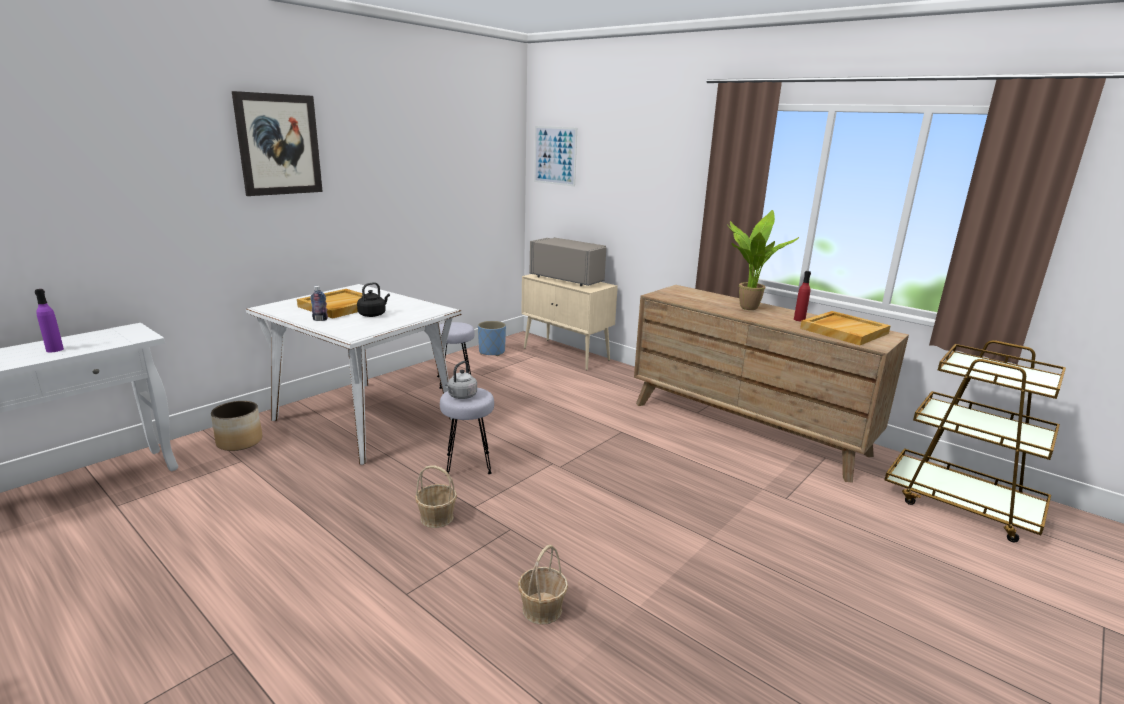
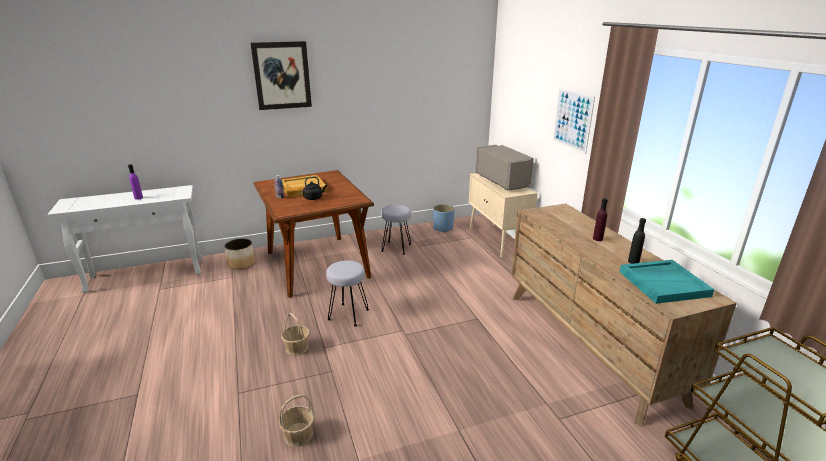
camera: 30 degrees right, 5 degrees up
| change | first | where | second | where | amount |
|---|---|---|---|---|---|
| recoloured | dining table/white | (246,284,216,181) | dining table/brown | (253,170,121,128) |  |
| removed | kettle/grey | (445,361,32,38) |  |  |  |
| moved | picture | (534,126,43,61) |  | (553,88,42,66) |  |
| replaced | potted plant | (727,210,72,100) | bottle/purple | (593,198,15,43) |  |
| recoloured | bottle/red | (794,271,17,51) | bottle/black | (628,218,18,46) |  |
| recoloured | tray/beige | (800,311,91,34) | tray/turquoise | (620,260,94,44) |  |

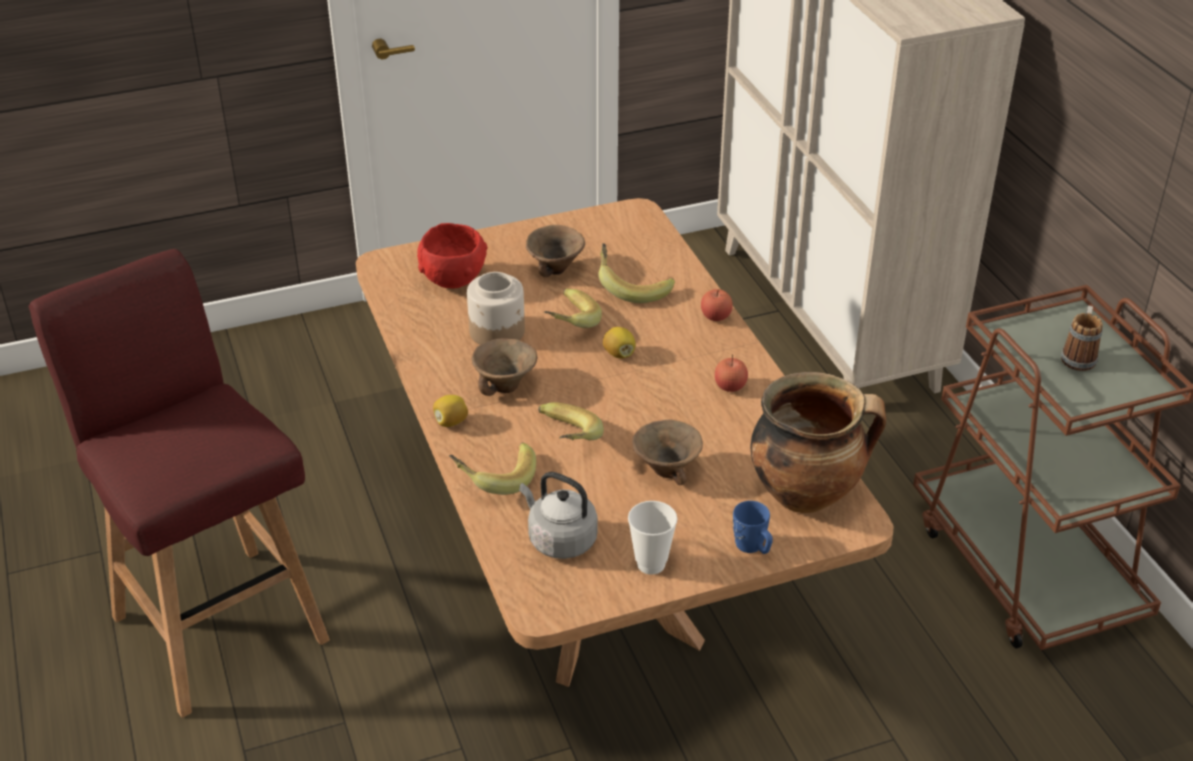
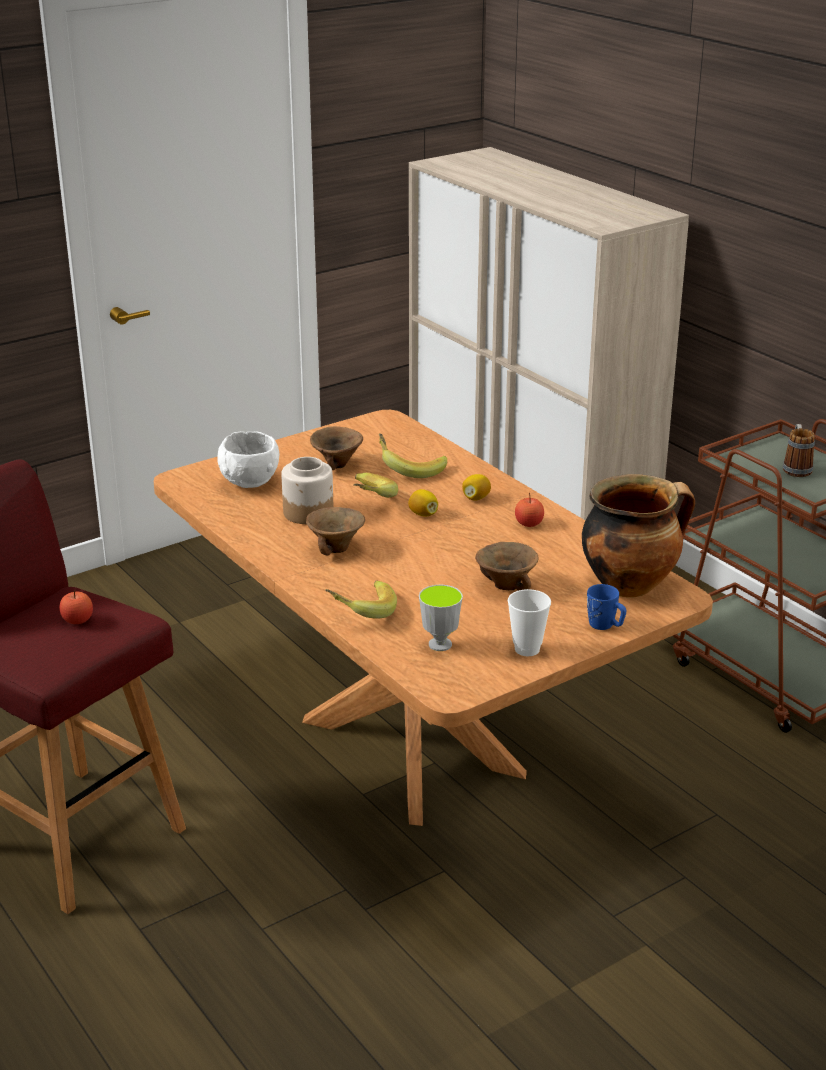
camera: 15 degrees left, 10 degrees down
| change | first | where | second | where | amount |
|---|---|---|---|---|---|
| recoloured | bowl/red | (417,223,70,65) | bowl/white | (217,432,63,56) |  |
| moved | lemon | (433,395,35,32) |  | (462,474,29,27) |  |
| replaced | kettle/grey | (519,472,79,87) | cup | (419,585,44,66) |  |
| removed | banana | (538,402,66,38) |  |  |  |
| moved | apple | (701,289,32,32) |  | (59,590,34,34) |  |

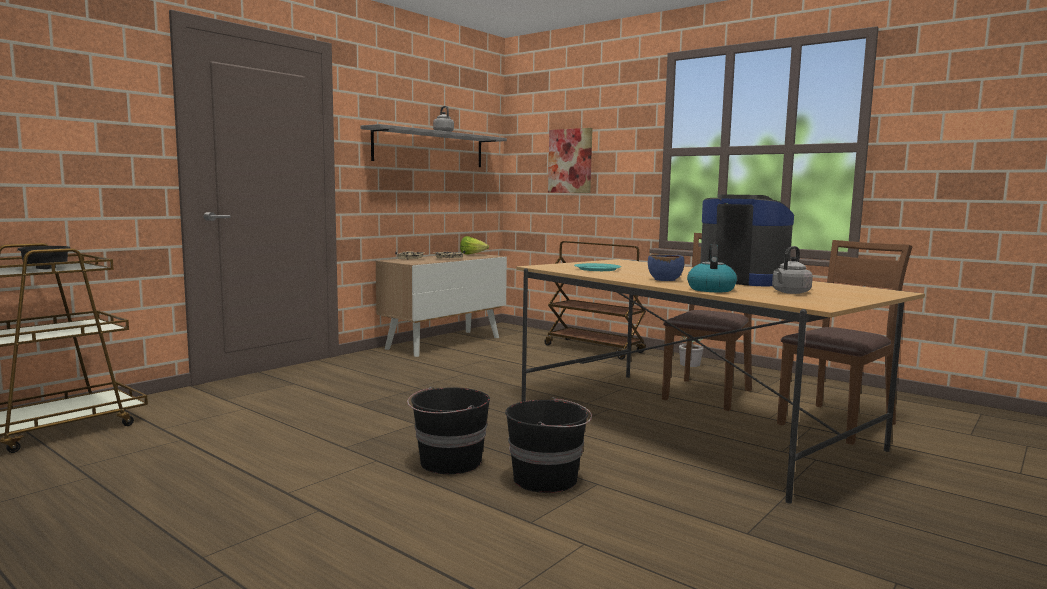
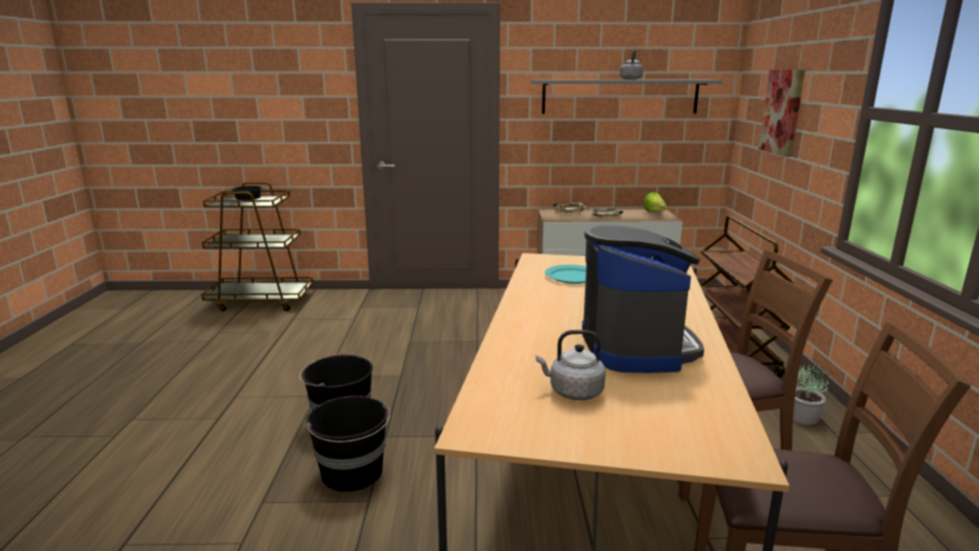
camera: 50 degrees right, 10 degrees up
| change | first | where | second | where | amount |
|---|---|---|---|---|---|
| removed | bowl/blue | (648,254,36,27) |  |  |  |
| removed | kettle | (687,244,50,48) |  |  |  |

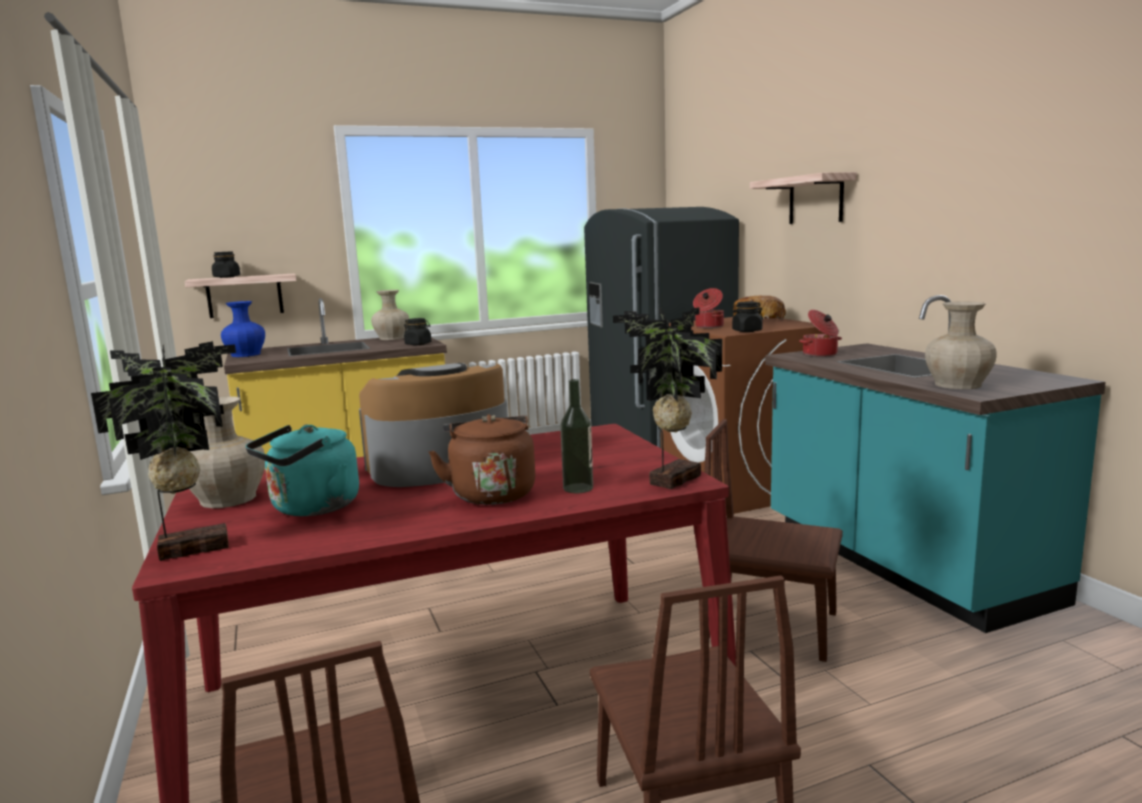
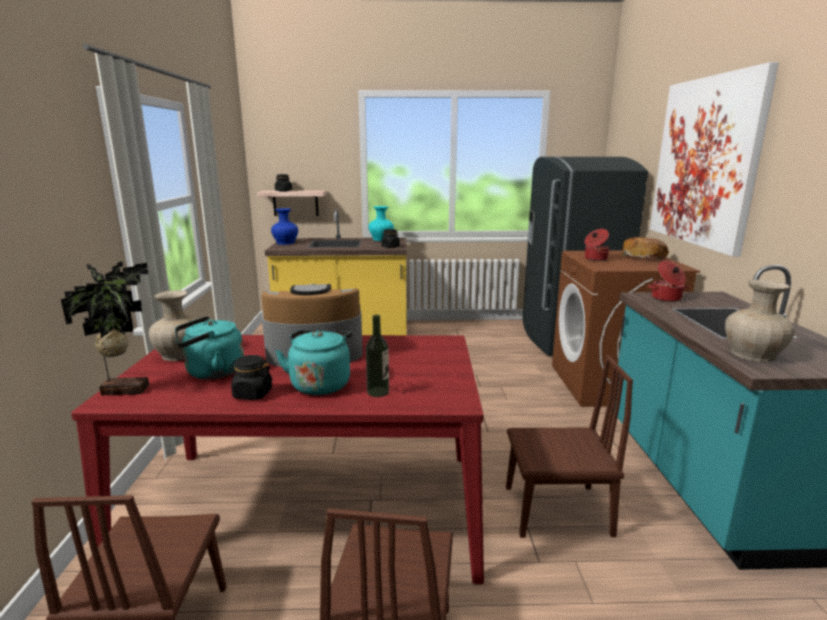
camera: 20 degrees right, 5 degrees up
| change | first | where | second | where | amount |
|---|---|---|---|---|---|
| recoloured | vase/beige | (371,290,38,50) | vase/turquoise | (369,206,25,35) |  |
| recoloured | kettle/brown | (428,414,107,91) | kettle/turquoise | (275,330,77,65) |  |
| removed | potted plant | (613,308,109,181) |  |  |  |
| turned | chair/brown | (704,419,139,243) |  | (506,355,127,183) | 135 degrees clockwise |
| moved | jar/black | (731,301,32,31) |  | (228,355,45,45) |  |
| replaced | shelf | (750,172,107,52) | picture | (650,62,129,195) |  |

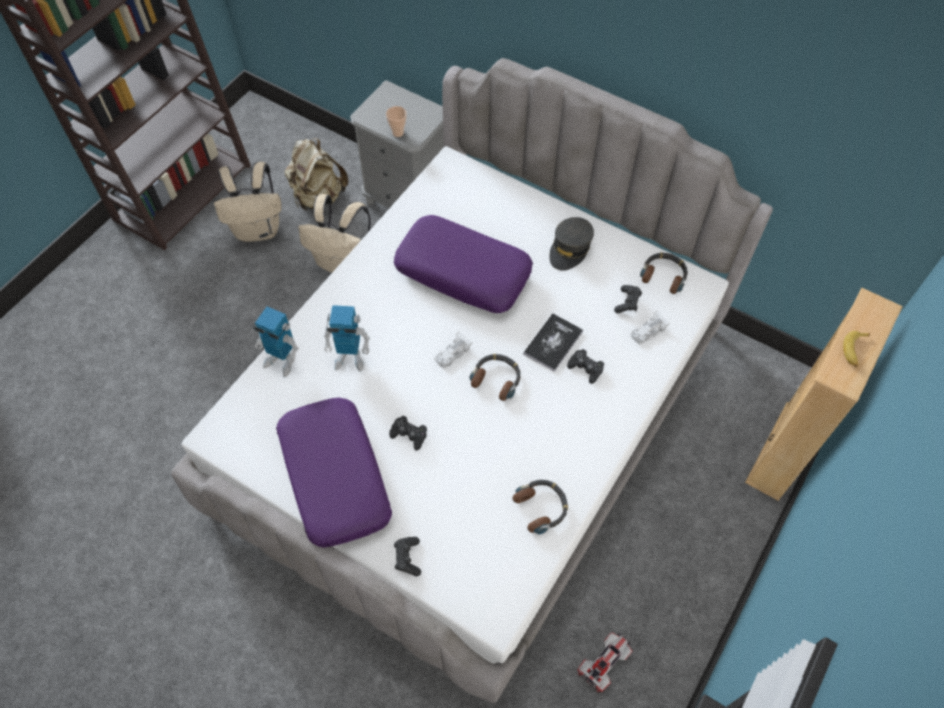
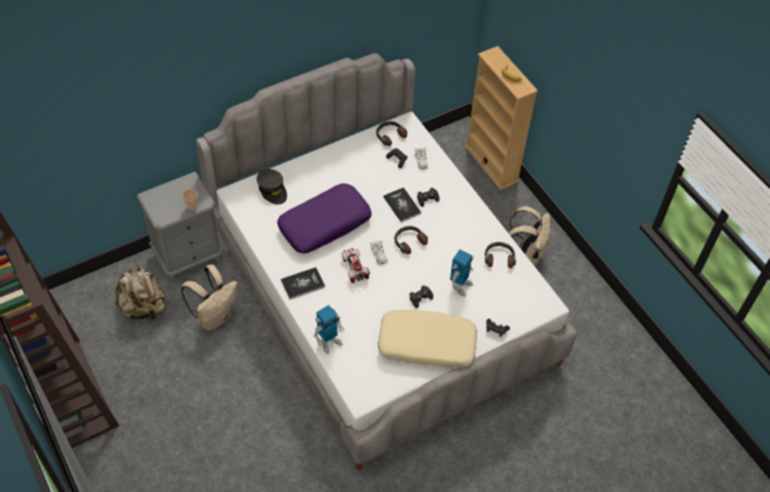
camera: 65 degrees left, 5 degrees down
| change | first | where | second | where | amount |
|---|---|---|---|---|---|
| moved | backpack/beige | (214,162,68,80) |  | (508,206,43,61) |  |
| recoloured | pillow/purple | (276,398,116,150) | pillow/beige | (378,310,99,57) |  |
| moved | toy robot | (324,305,46,67) |  | (450,249,23,48) |  |
| moved | cap/grey | (549,217,45,54) |  | (257,169,30,36) |  |
| moved | toy car | (578,632,54,61) |  | (341,248,29,35) |  |
| added |  |  | book | (281,267,44,32) |  |

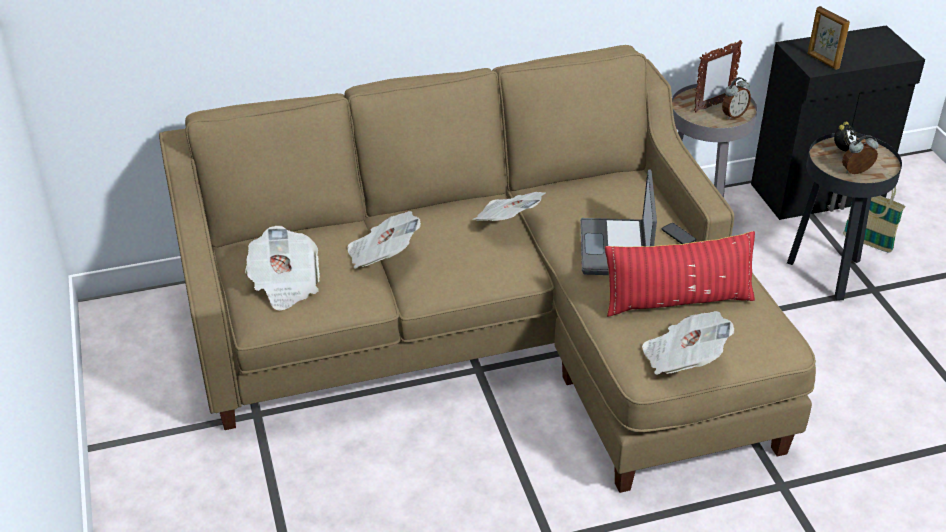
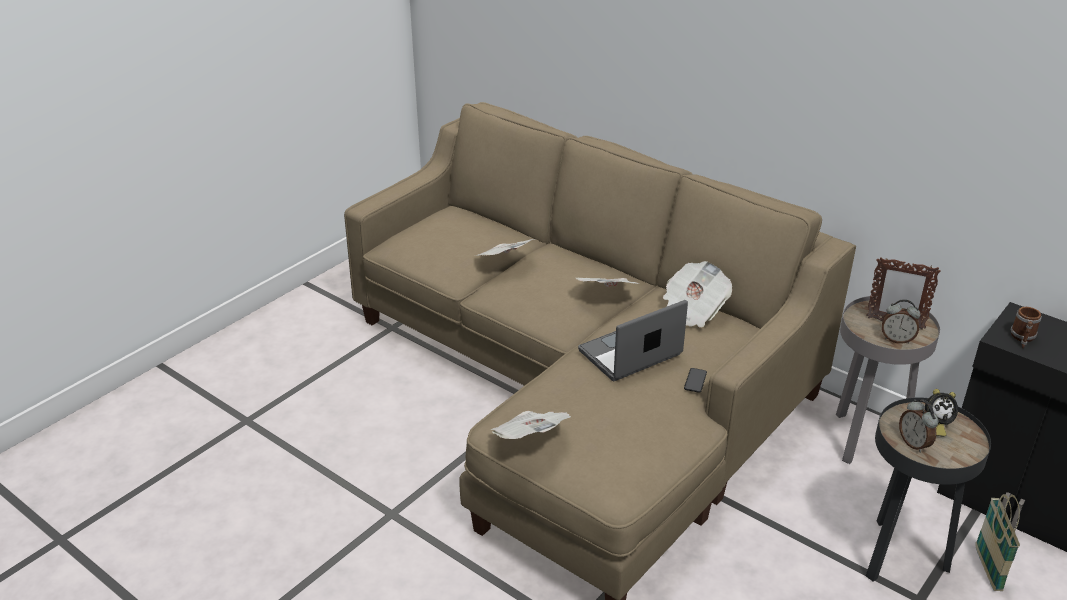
camera: 55 degrees right, 5 degrees down
| change | first | where | second | where | amount |
|---|---|---|---|---|---|
| moved | newspaper | (245,226,75,85) |  | (663,261,69,66) |  |
| removed | pillow/red | (605,231,150,86) |  |  |  |
| replaced | picture frame | (807,6,43,64) | mug | (1011,307,31,41) |  |
| turned | alarm clock | (842,135,37,39) |  | (899,400,40,53) | 150 degrees counterclockwise |

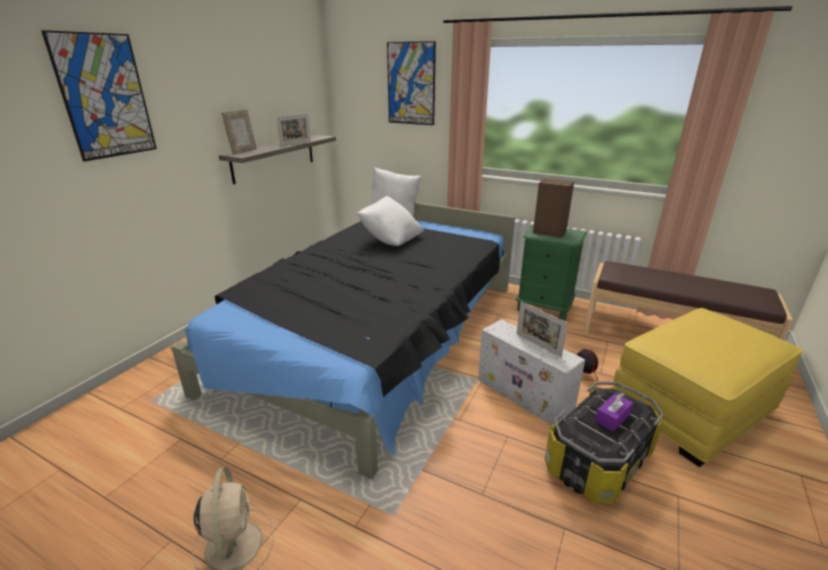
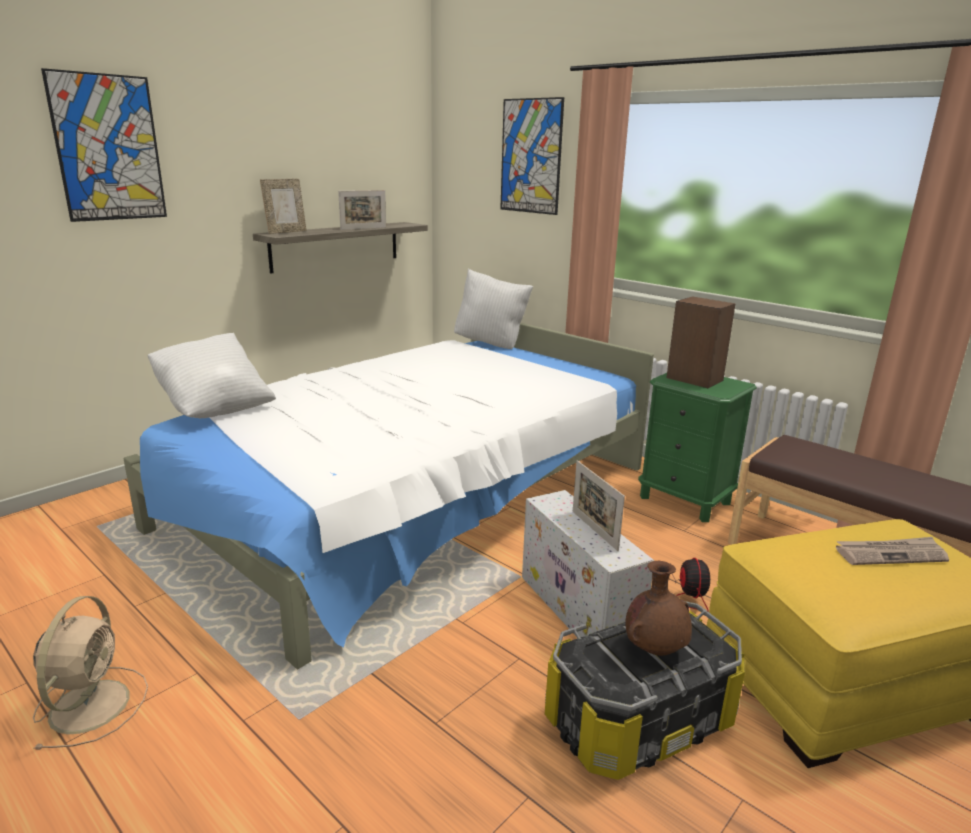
camera: 15 degrees right, 5 degrees down
| change | first | where | second | where | amount |
|---|---|---|---|---|---|
| recoloured | bed/black | (171,202,344,277) | bed/white | (124,323,530,346) |  |
| moved | pillow/white | (357,196,67,50) |  | (147,333,129,85) |  |
| replaced | tissue box/purple | (595,393,38,39) | vase/brown | (625,561,67,95) |  |
| added |  |  | newspaper | (836,537,113,28) |  |

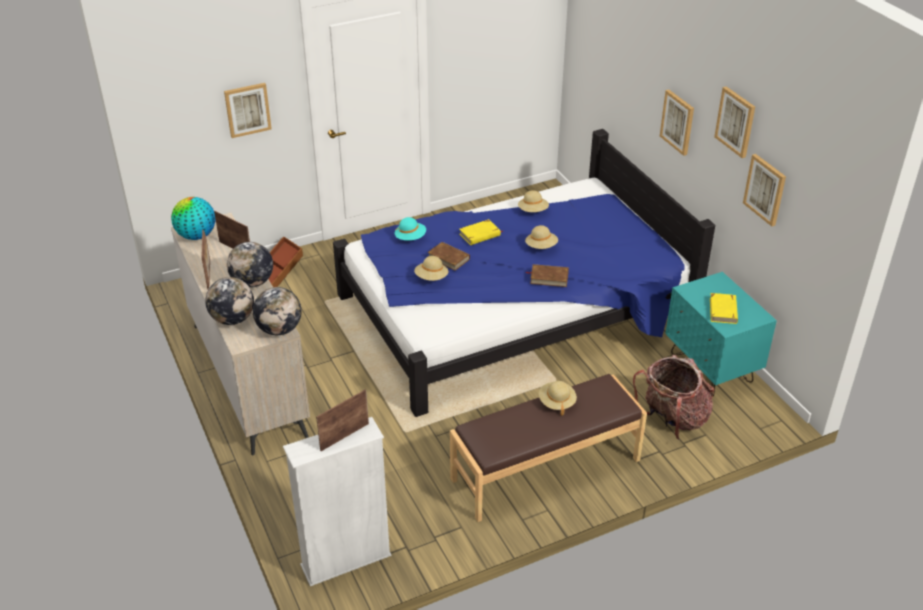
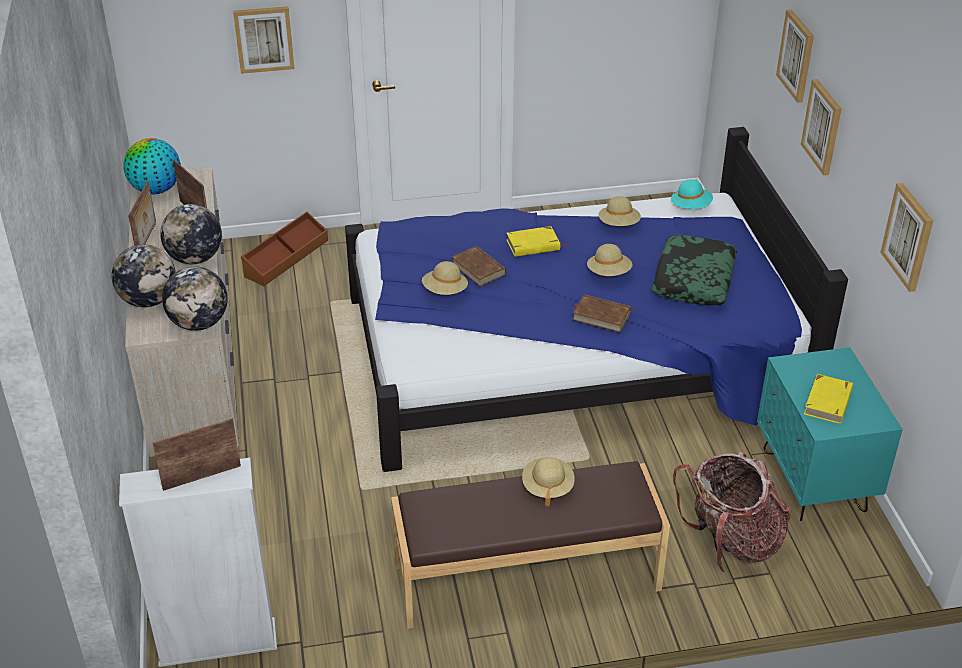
camera: 15 degrees right, 0 degrees up
| change | first | where | second | where | amount |
|---|---|---|---|---|---|
| moved | hat/turquoise | (395,217,31,23) |  | (671,180,42,29) |  |
| moved | picture | (714,86,41,72) |  | (776,9,38,94) |  |
| added |  |  | pillow | (652,235,86,71) |  |

